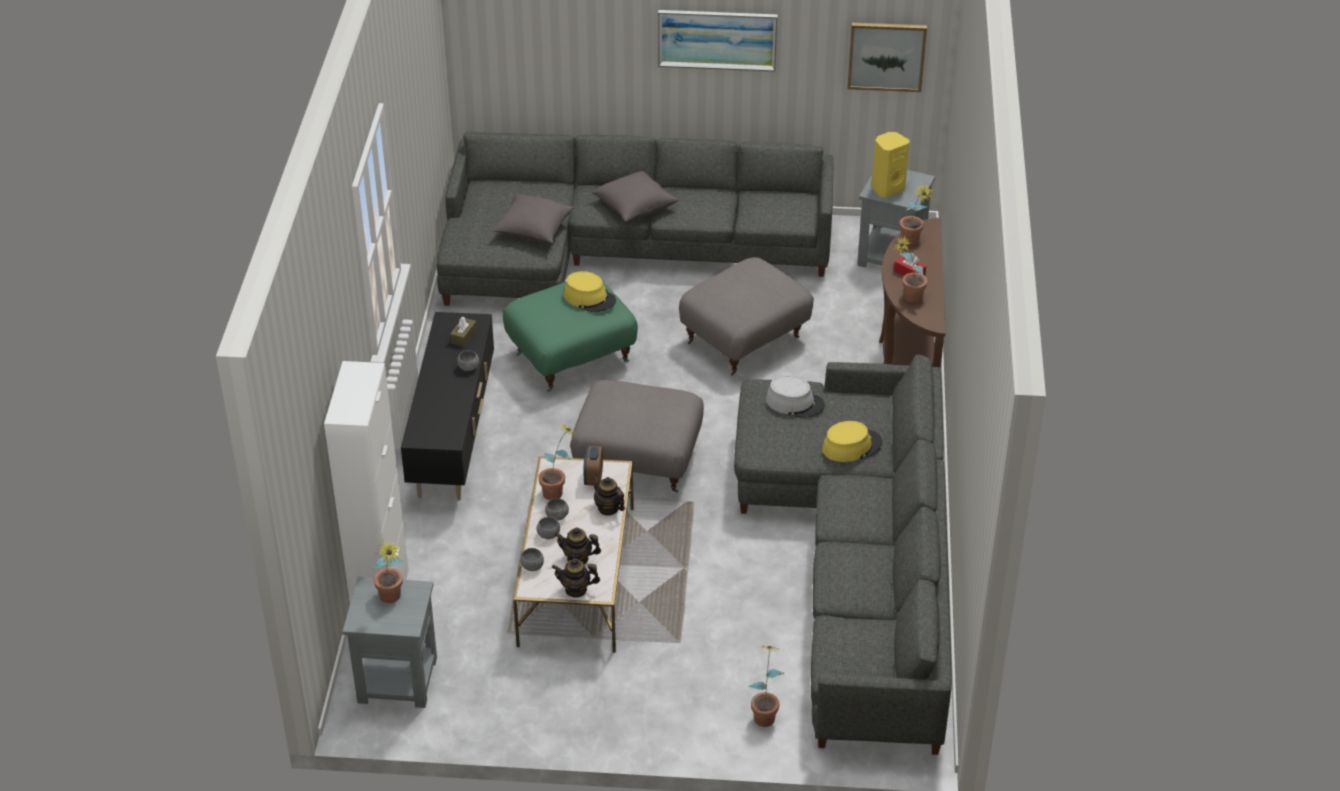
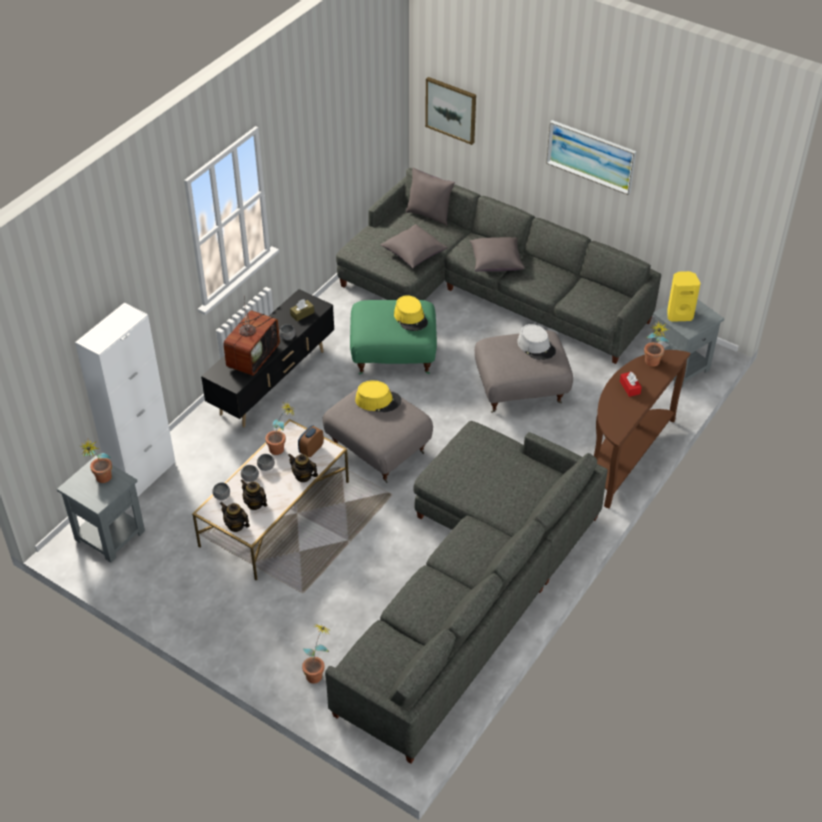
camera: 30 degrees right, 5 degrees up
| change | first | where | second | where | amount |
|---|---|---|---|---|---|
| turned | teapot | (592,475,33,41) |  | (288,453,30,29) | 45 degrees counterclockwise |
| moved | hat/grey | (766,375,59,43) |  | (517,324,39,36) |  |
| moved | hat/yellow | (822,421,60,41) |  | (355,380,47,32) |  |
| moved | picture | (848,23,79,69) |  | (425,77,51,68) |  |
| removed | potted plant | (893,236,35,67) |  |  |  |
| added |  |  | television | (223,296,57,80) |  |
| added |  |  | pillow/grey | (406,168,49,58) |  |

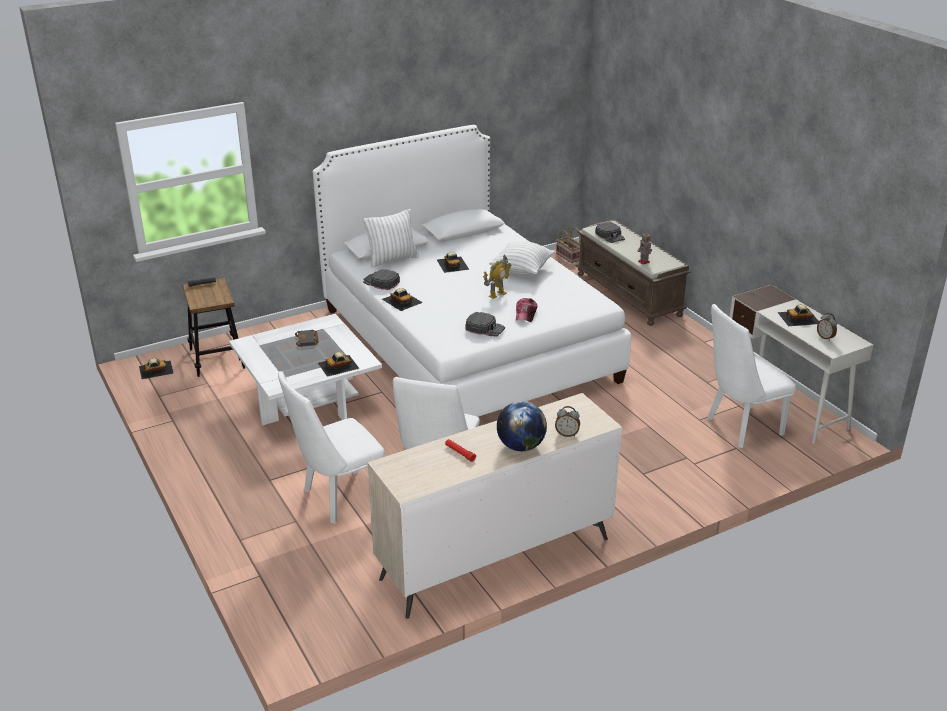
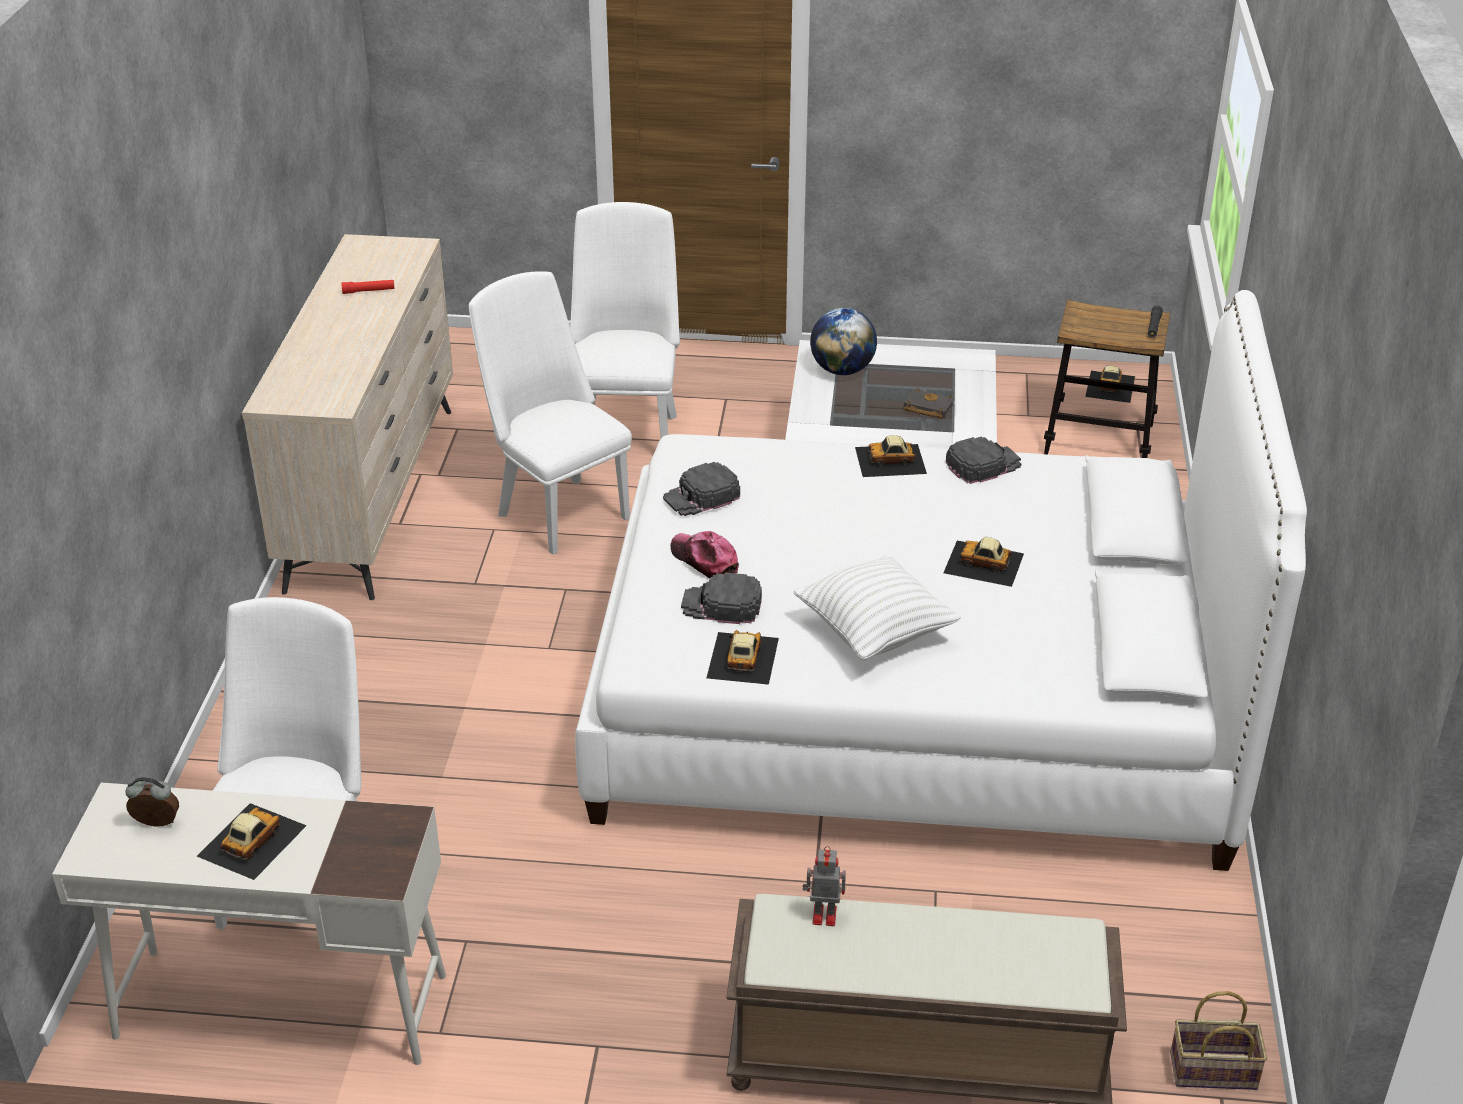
camera: 125 degrees right, 5 degrees up
| change | first | where | second | where | amount |
|---|---|---|---|---|---|
| moved | toy car | (318,352,42,25) |  | (706,630,73,55) |  |
| removed | pillow/white | (363,209,56,58) |  |  |  |
| removed | toy robot | (483,255,29,44) |  |  |  |
| moved | globe | (497,401,50,50) |  | (810,308,67,67) |  |
| removed | alarm clock | (555,406,25,31) |  |  |  |
| moved | cap/black | (595,222,30,21) |  | (681,573,81,51) |  |

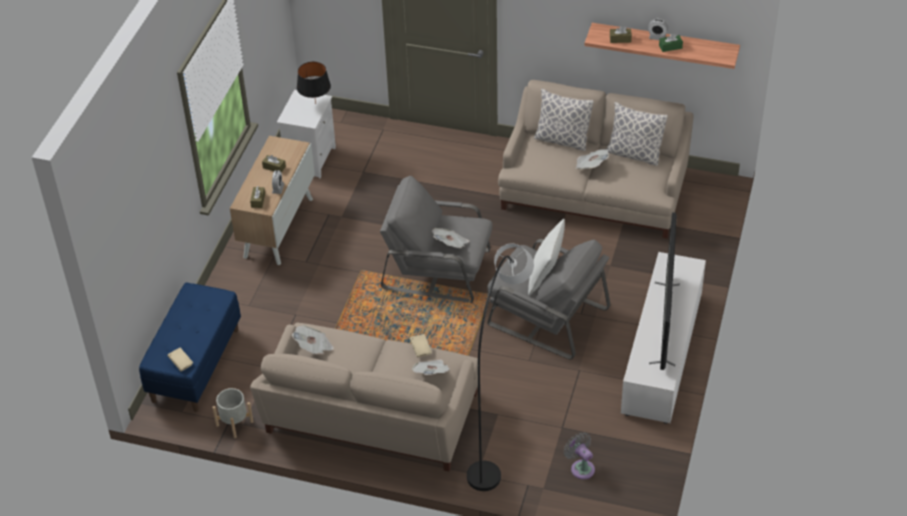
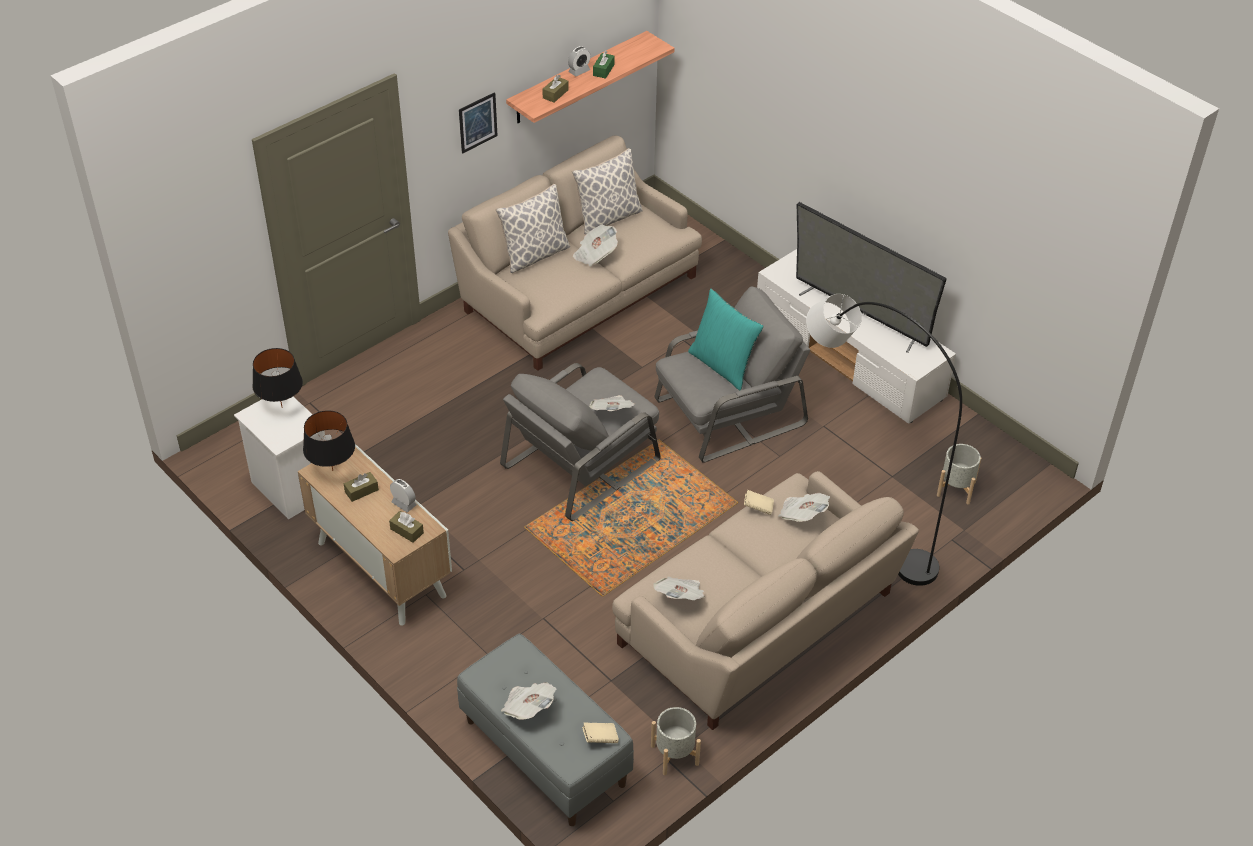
camera: 60 degrees left, 0 degrees up
| change | first | where | second | where | amount |
|---|---|---|---|---|---|
| recoloured | bench/blue | (139,283,102,129) | bench/grey | (457,634,177,192) |  |
| recoloured | pillow/white | (528,219,37,76) | pillow/turquoise | (688,289,76,101) |  |
| replaced | fan/grey | (564,432,31,47) | planter/grey | (937,444,44,60) |  |
| added |  |  | table lamp/black | (303,410,52,61) |  |
| added |  |  | picture | (459,92,39,61) |  |
| added |  |  | newspaper | (501,682,55,38) |  |

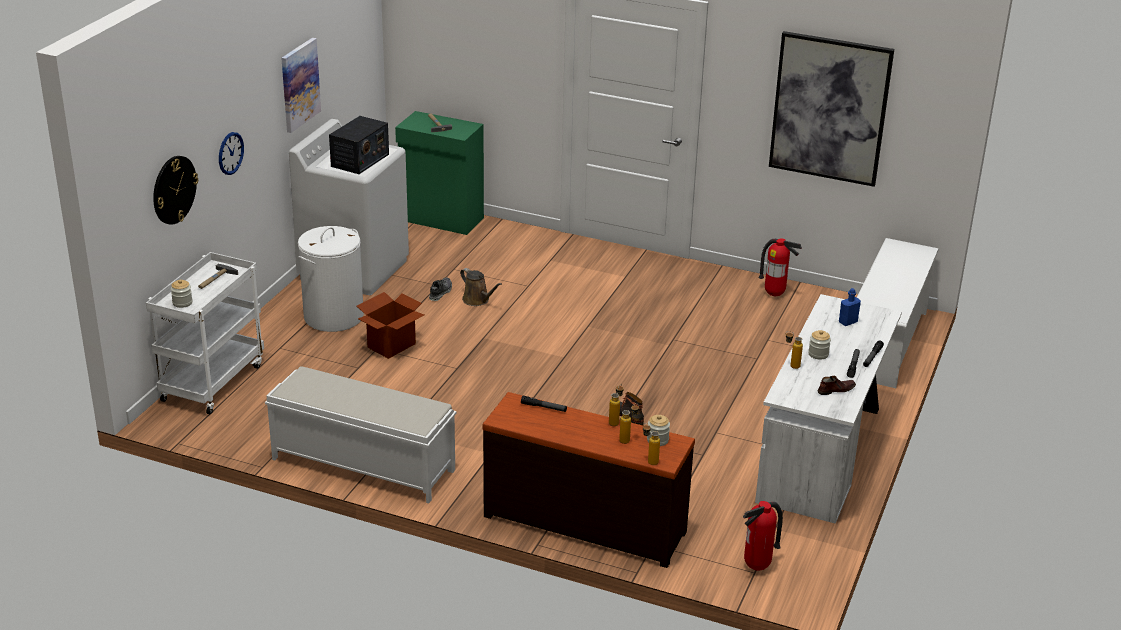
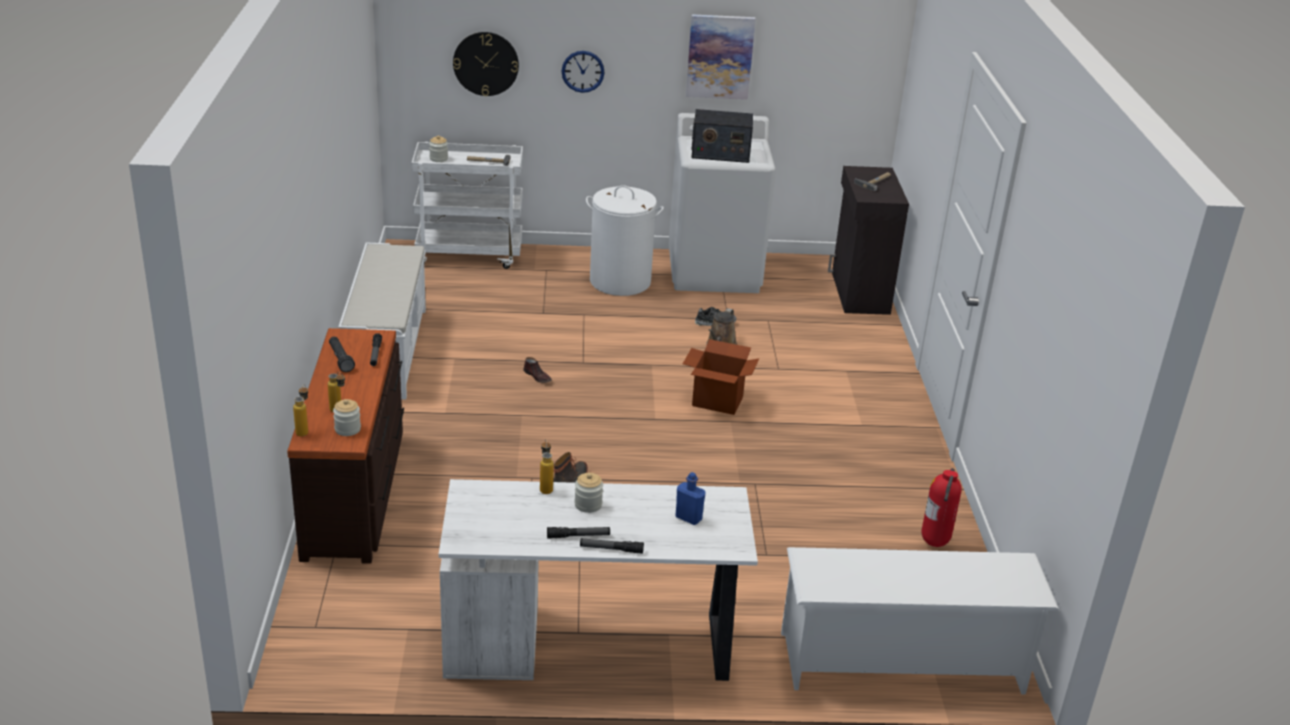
camera: 65 degrees right, 0 degrees up
| change | first | where | second | where | amount |
|---|---|---|---|---|---|
| moved | cardboard box | (357,292,67,67) |  | (683,339,76,76) |  |
| recoloured | cabinet/green | (395,111,89,124) | cabinet/black | (828,166,81,149) |  |
| removed | bottle | (609,384,15,42) |  |  |  |
| removed | fire extinguisher | (743,501,40,69) |  |  |  |
| removed | picture | (769,31,125,156) |  |  |  |
| moved | shoe/brown | (818,376,38,19) |  | (523,357,29,26) |  |
| added |  |  | flashlight/black | (329,337,26,35) |  |

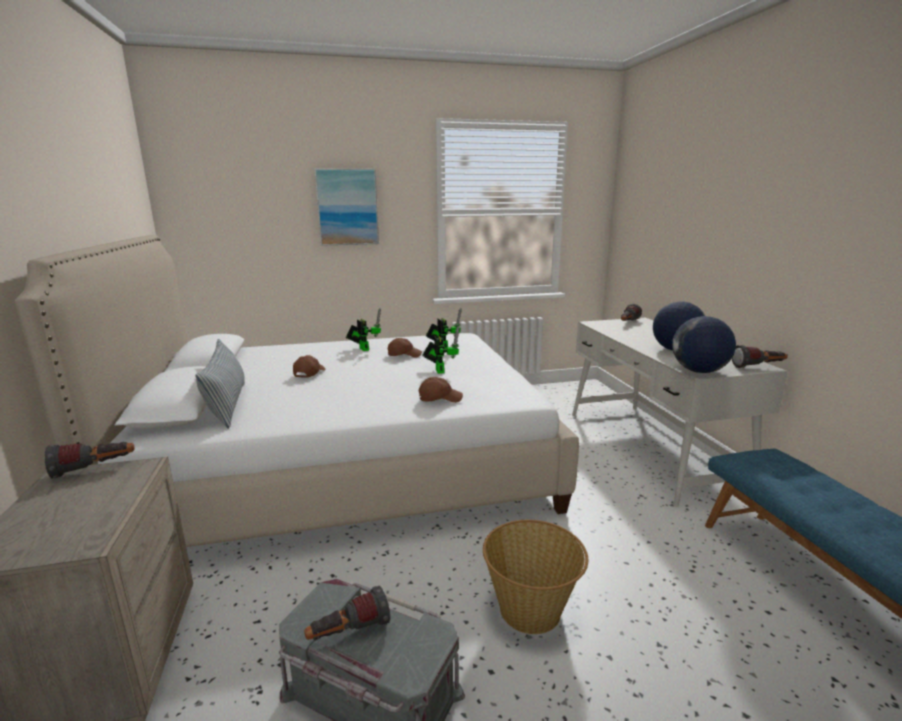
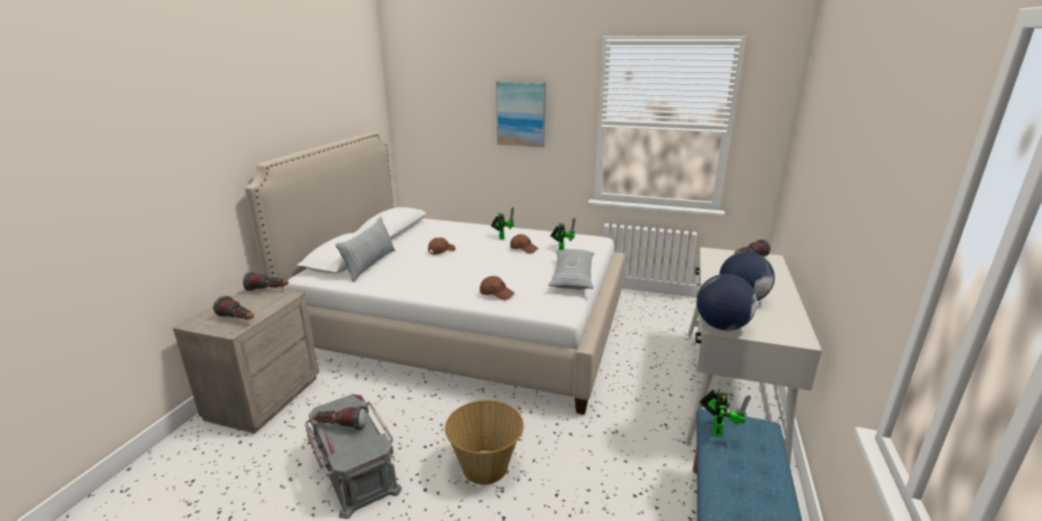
camera: 30 degrees right, 5 degrees up
| change | first | where | second | where | amount |
|---|---|---|---|---|---|
| moved | toy robot | (422,327,37,47) |  | (700,389,51,48) |  |
| moved | flashlight | (732,345,56,23) |  | (213,296,41,24) |  |
| added |  |  | pillow | (548,249,46,40) |  |

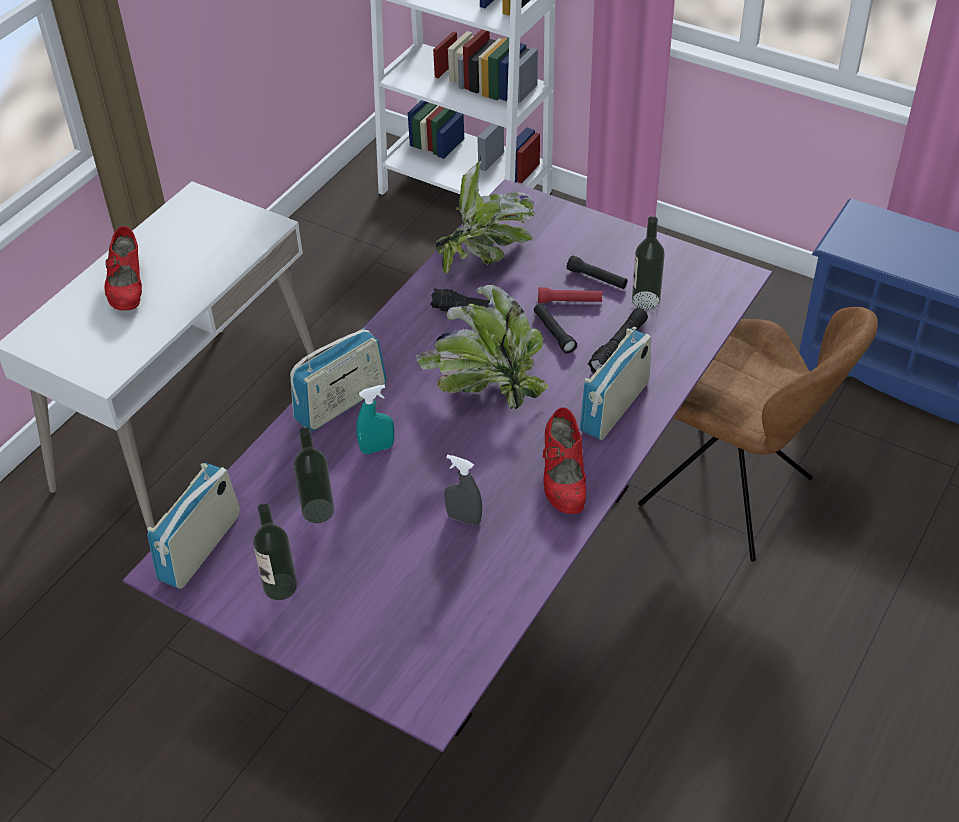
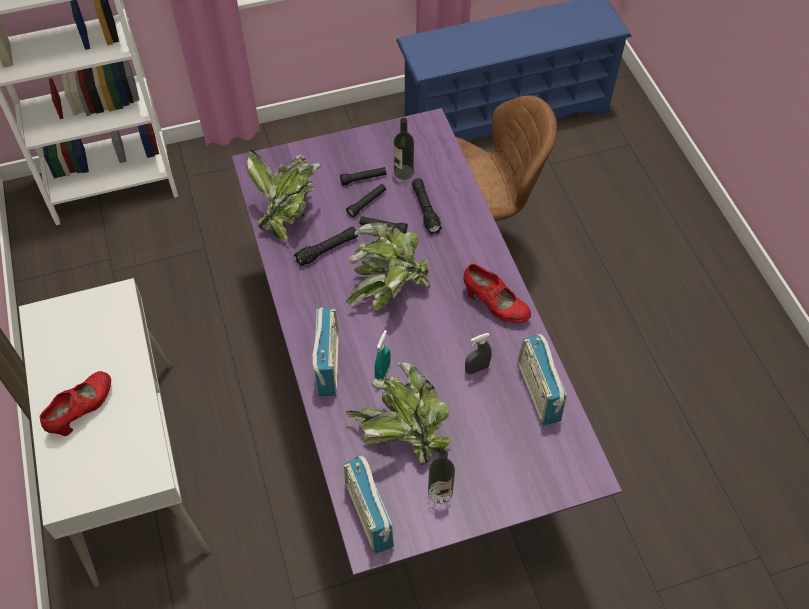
camera: 50 degrees left, 10 degrees up
| change | first | where | second | where | amount |
|---|---|---|---|---|---|
| turned | shoe/red | (104,226,38,85) |  | (40,371,71,65) | 90 degrees counterclockwise |
| replaced | bottle | (294,427,40,96) | potted plant | (346,362,106,103) |  |
| recoloured | flashlight/red | (538,287,64,16) | flashlight/black | (346,184,40,33) |  |
| moved | radio | (580,327,71,113) |  | (518,334,49,91) |  |

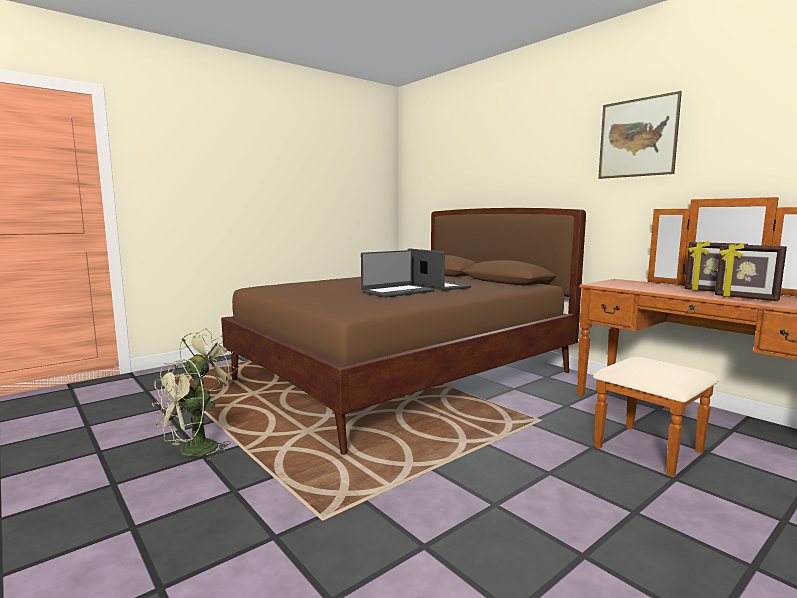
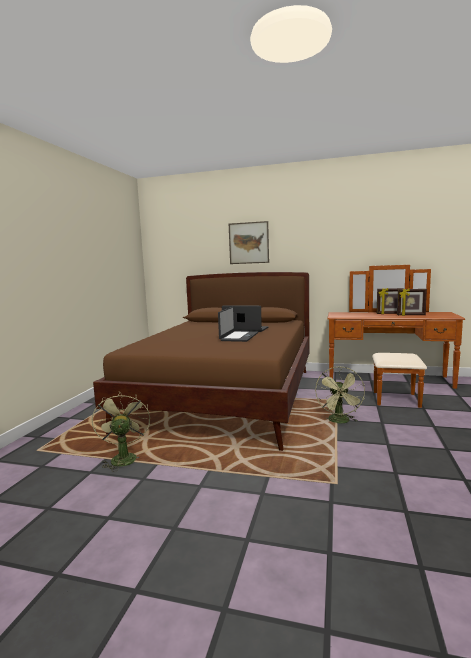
camera: 35 degrees left, 0 degrees up
| change | first | where | second | where | amount |
|---|---|---|---|---|---|
| moved | fan/green | (152,359,79,102) |  | (315,366,50,57) |  |
| moved | picture | (598,91,84,88) |  | (229,221,40,43) |  |

